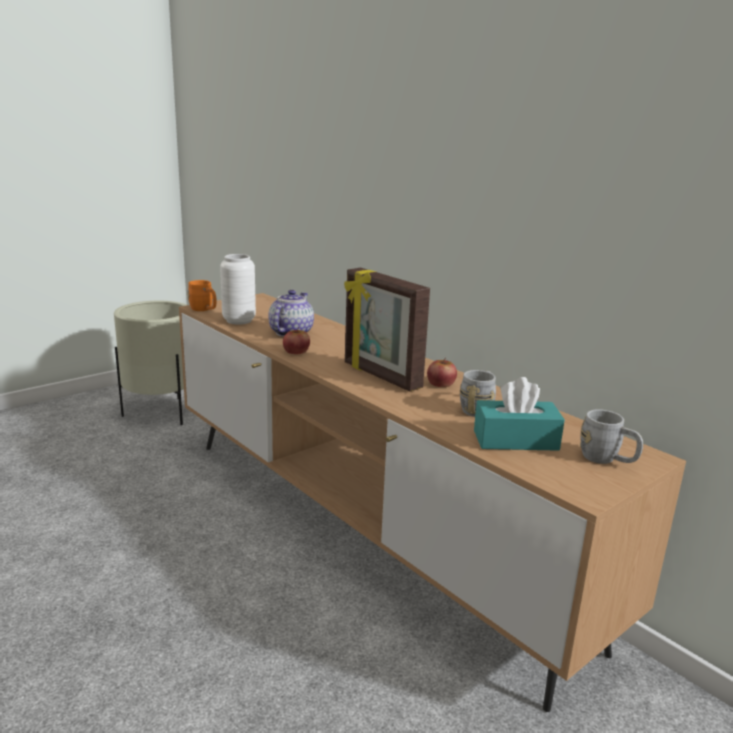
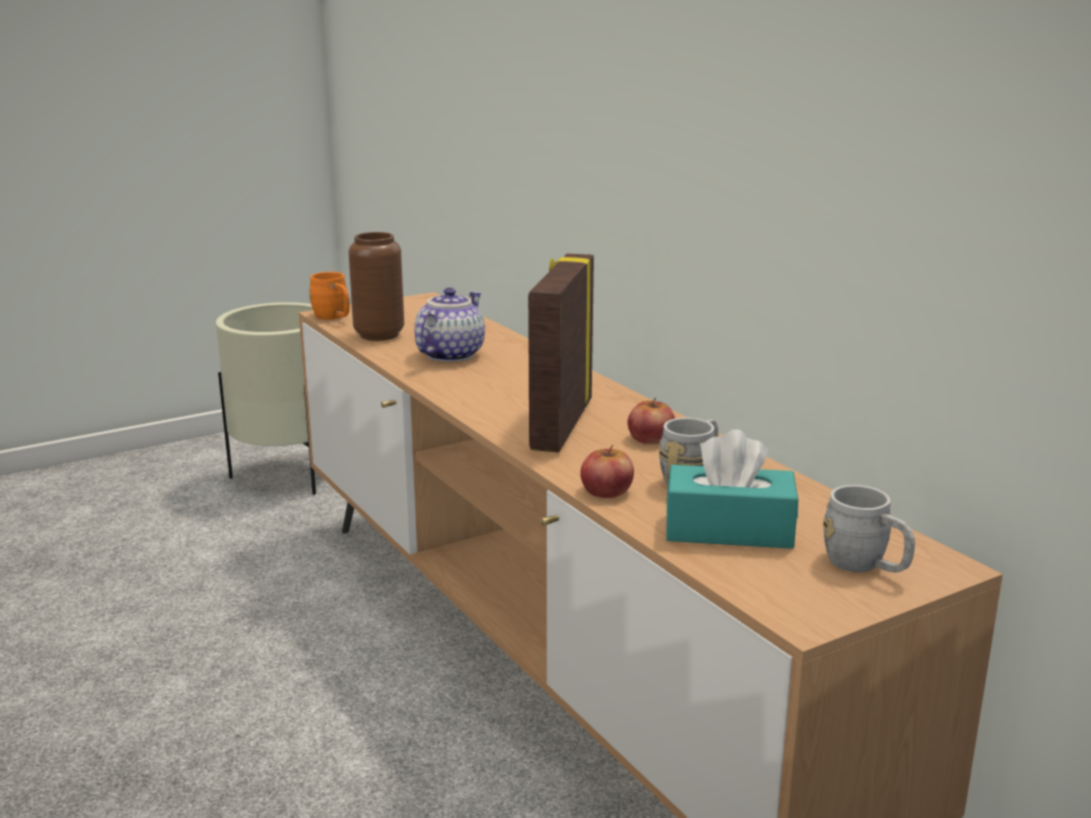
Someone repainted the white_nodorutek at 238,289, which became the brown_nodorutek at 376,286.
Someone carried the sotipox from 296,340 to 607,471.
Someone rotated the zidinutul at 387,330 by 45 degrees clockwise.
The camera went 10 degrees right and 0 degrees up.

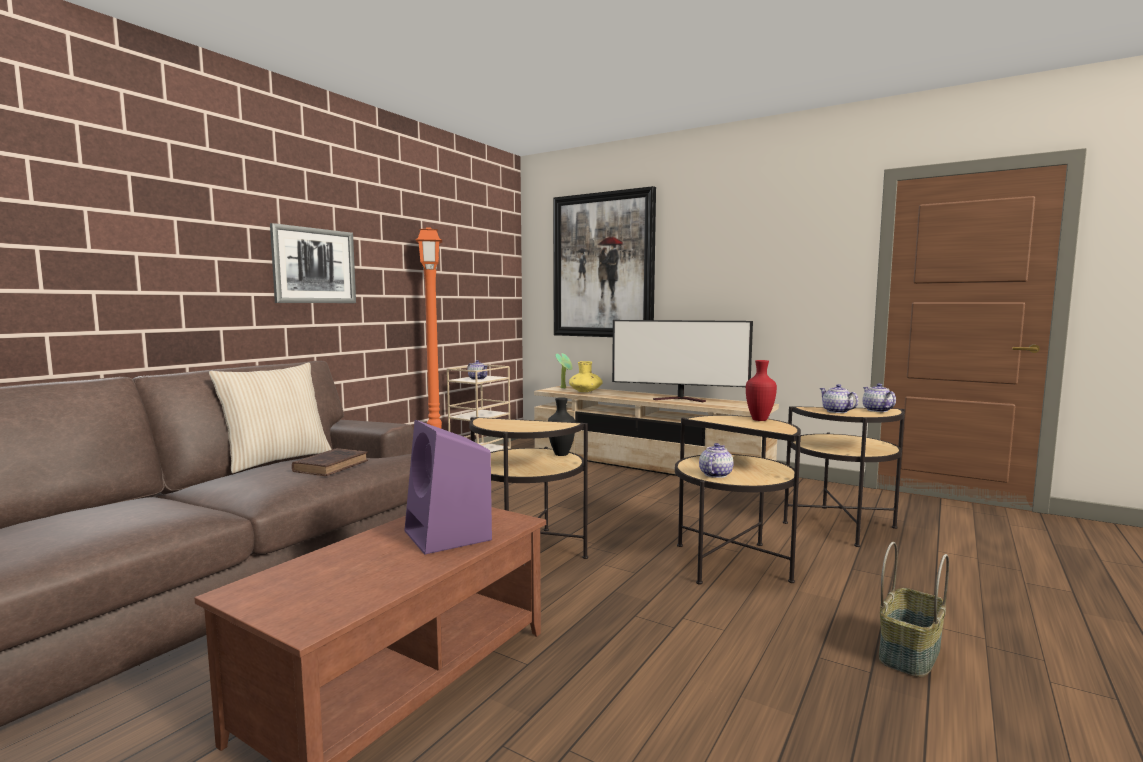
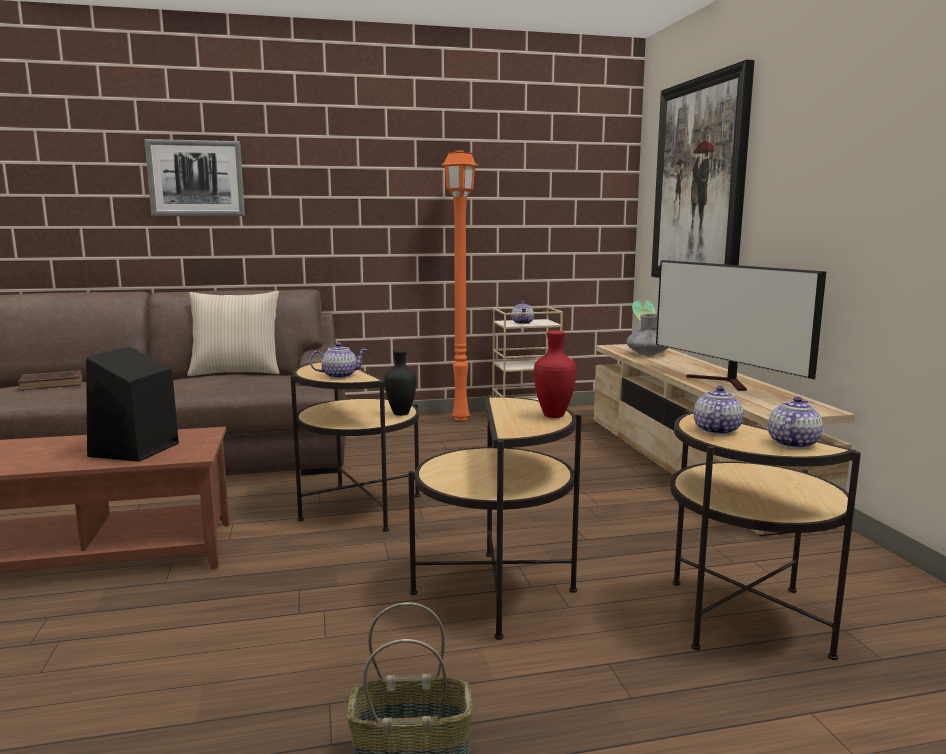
Someone carried the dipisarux from 313,263 to 194,177.
Someone carried the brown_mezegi from 330,462 to 50,380.
Someone repainted the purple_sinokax at 448,487, which became the black_sinokax at 132,404.
Someone repainted the yellow_nodorutek at 586,376, which became the grey_nodorutek at 647,334.
Someone carried the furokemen from 716,460 to 338,360.
The camera went 45 degrees right and 5 degrees up.

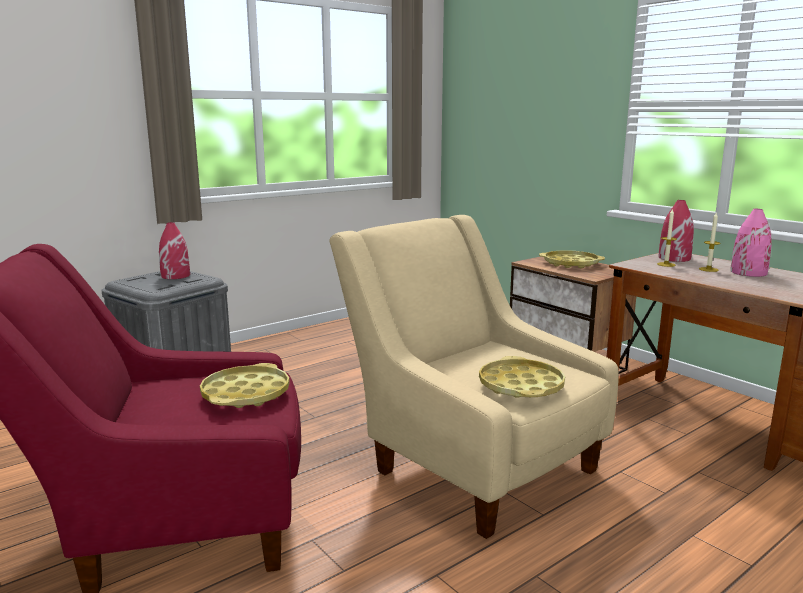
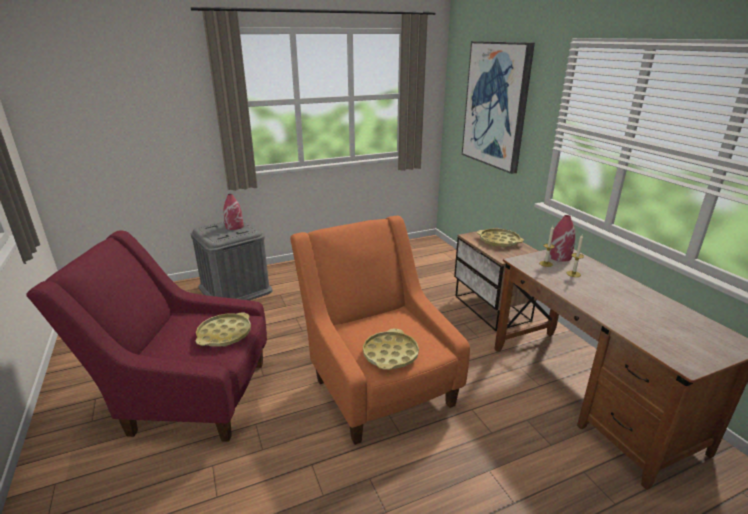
Someone repainted the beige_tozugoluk at 474,377, which became the orange_tozugoluk at 380,330.
Someone took away the pink_nodorutek at 751,243.
Someone put up the dipisarux at 498,107.
The camera went 15 degrees right and 10 degrees up.

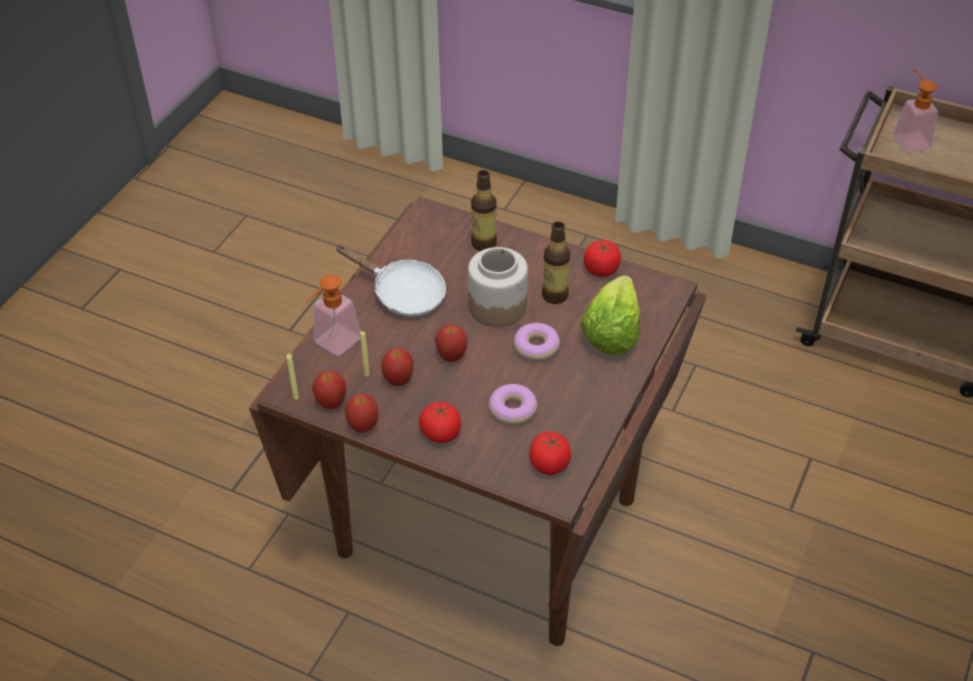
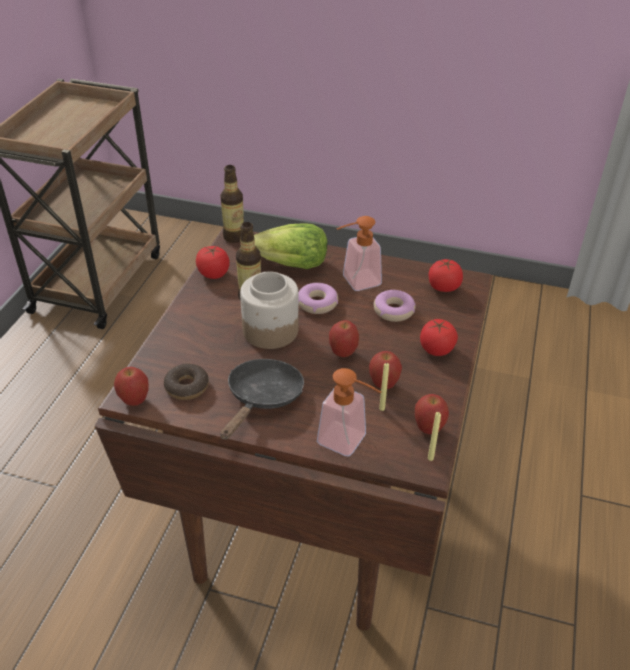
Someone repainted the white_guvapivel at 390,280, which became the black_guvapivel at 262,399.
Someone carried the sotipox from 361,413 to 131,386.
Someone carried the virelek from 484,210 to 232,204.
Someone carried the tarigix from 915,110 to 359,253.
Someone put down the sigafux at 186,382.
The camera went 100 degrees left and 5 degrees down.

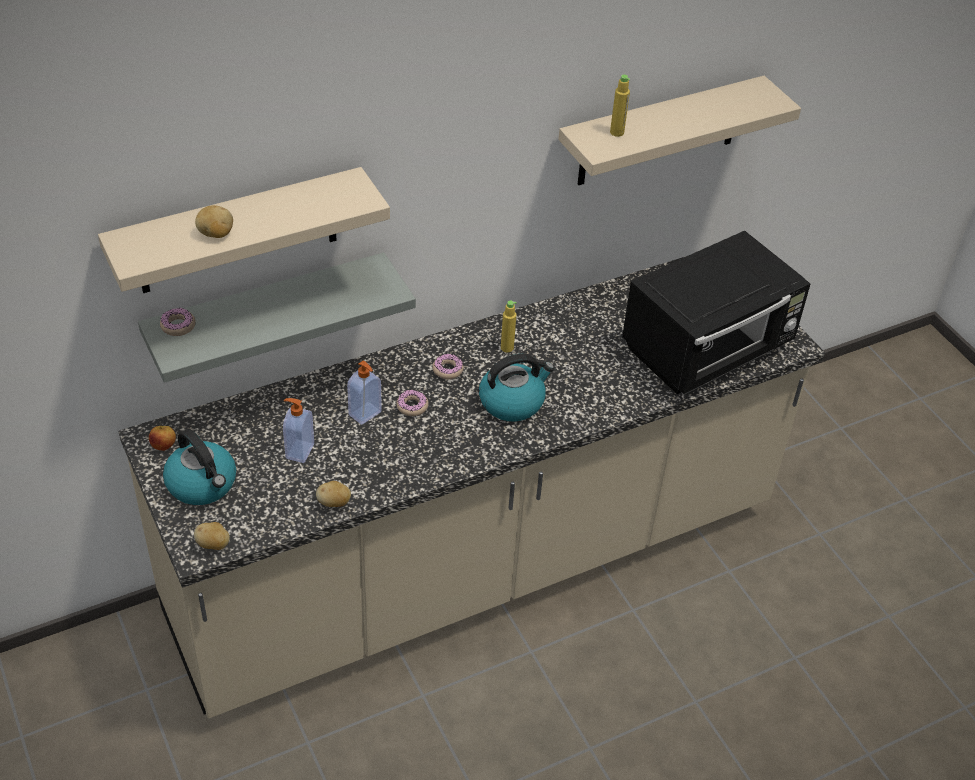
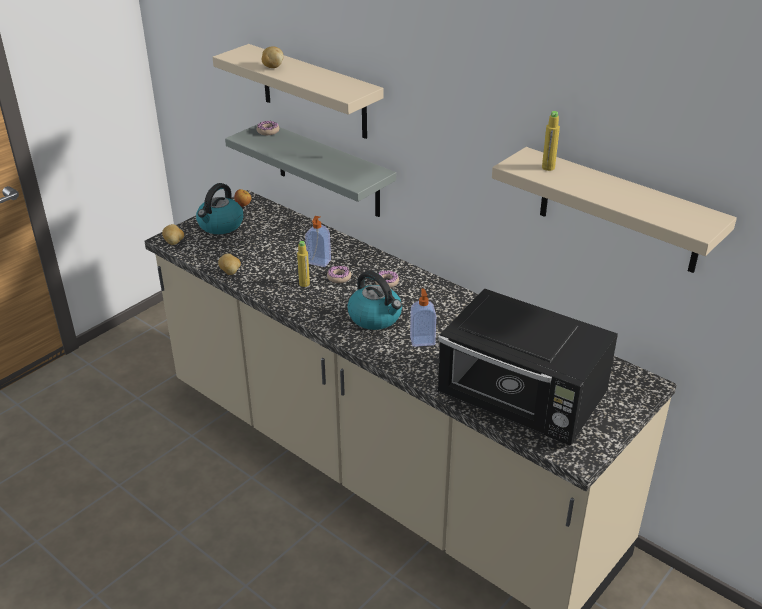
Someone carried the tarigix from 298,430 to 423,317.
Someone carried the yellow_virelek from 509,326 to 303,264.
The camera went 70 degrees right and 10 degrees down.

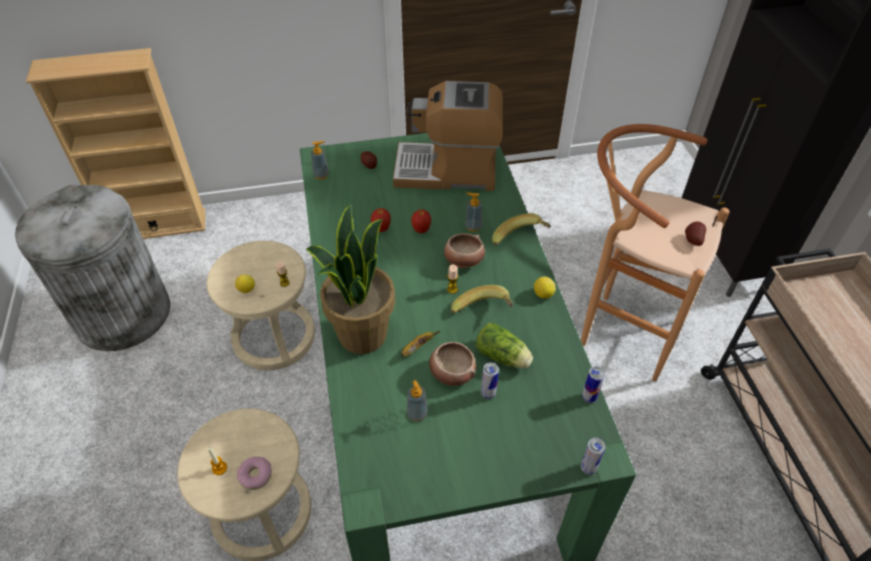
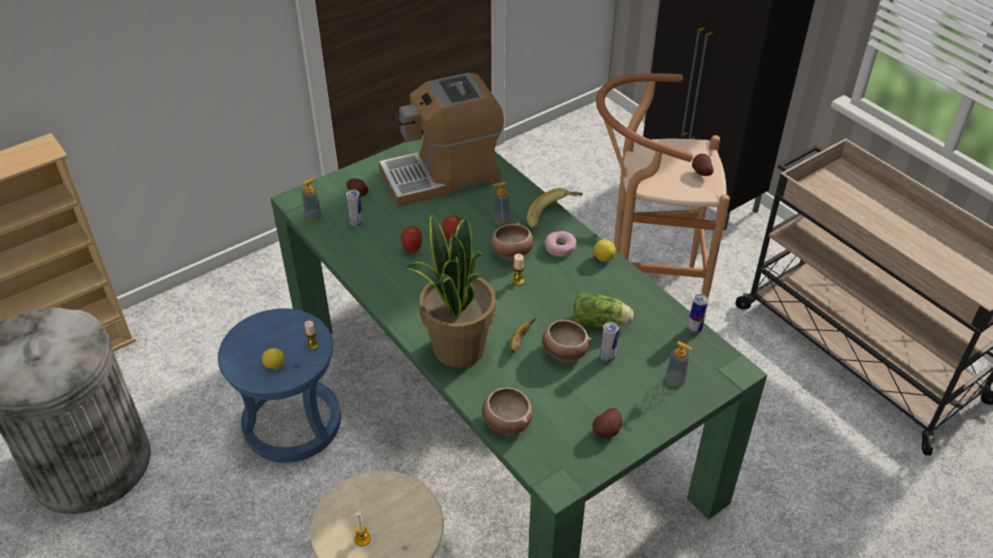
Someone repainted the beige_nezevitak at 261,305, which became the blue_nezevitak at 279,385.
Someone carried the sigafux from 254,473 to 561,244.
Someone carried the tarigix from 417,401 to 678,364.
Someone took away the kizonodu at 482,299.
Someone carried the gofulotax from 593,456 to 354,208.
Someone put down the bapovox at 507,411.
Someone put down the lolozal at 607,423.
The camera went 25 degrees left and 5 degrees down.

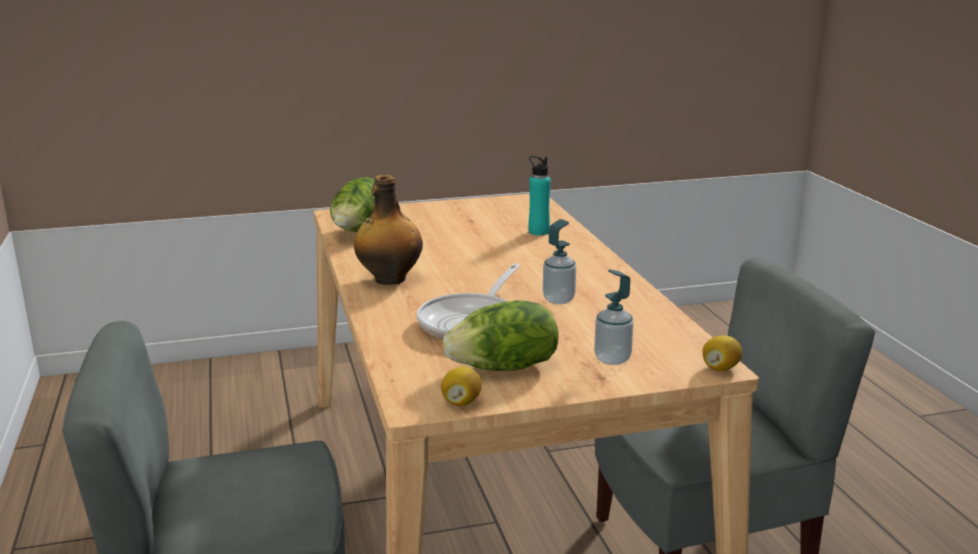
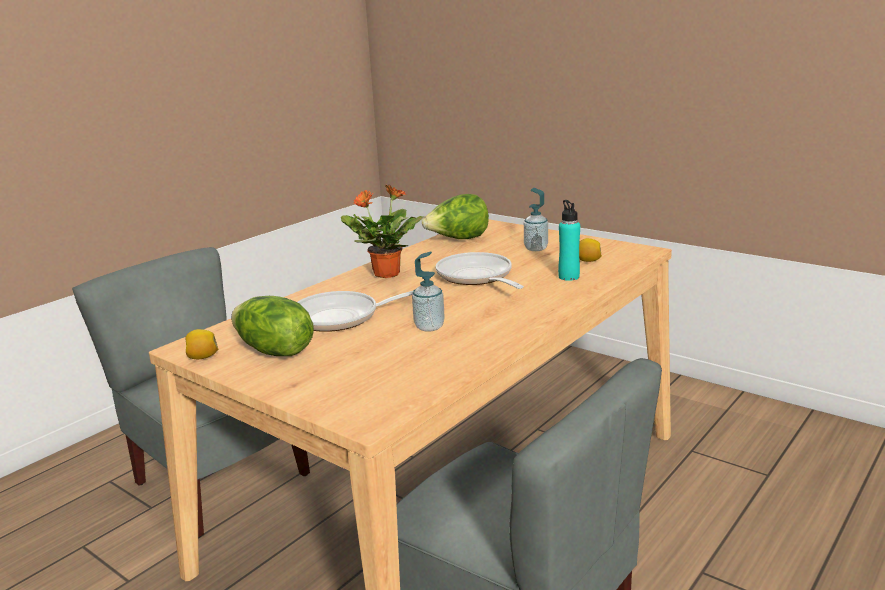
Someone swapped the virelek at 388,230 for the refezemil at 382,231.
Someone carried the tarigix from 613,317 to 536,219.
Someone carried the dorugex from 722,353 to 590,250.
Someone put down the guvapivel at 480,270.
The camera went 55 degrees right and 0 degrees up.

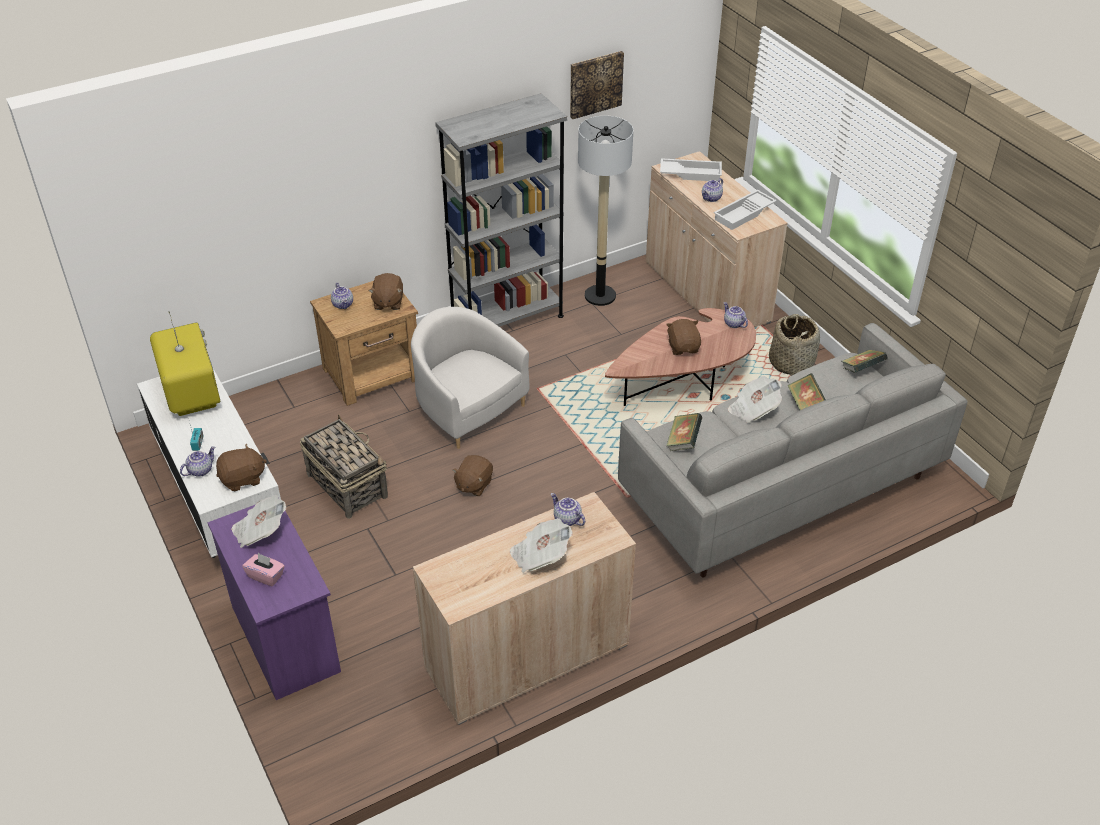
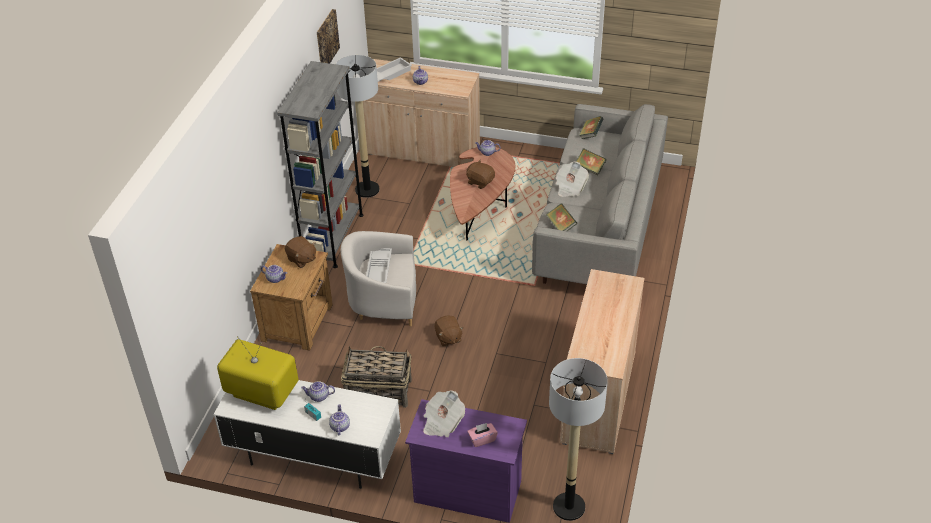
Someone took away the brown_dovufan at 241,467.
Someone took away the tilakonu at 541,545.
Someone carried the furokemen from 568,509 to 318,391.
Someone carried the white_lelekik from 745,210 to 379,265.
Someone took away the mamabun at 794,345.
Someone put down the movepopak at 578,439.
The camera went 45 degrees left and 0 degrees up.

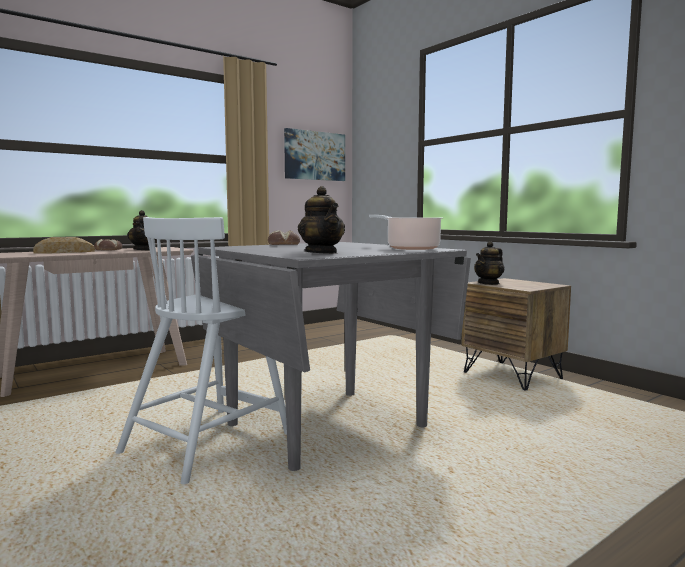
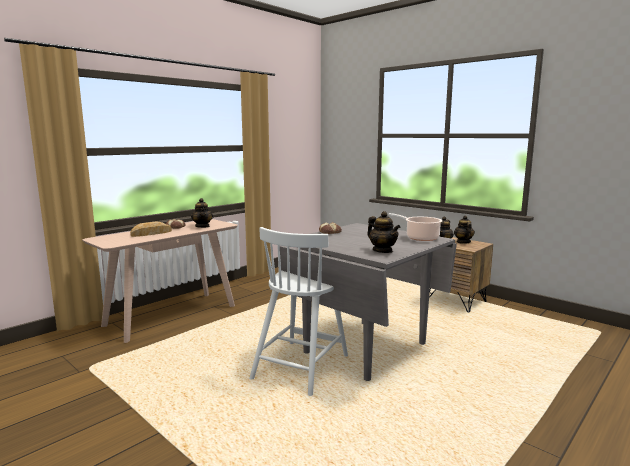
Someone took away the dipisarux at 314,154.
Someone put down the furokemen at 464,229.
The camera went 10 degrees left and 5 degrees up.

